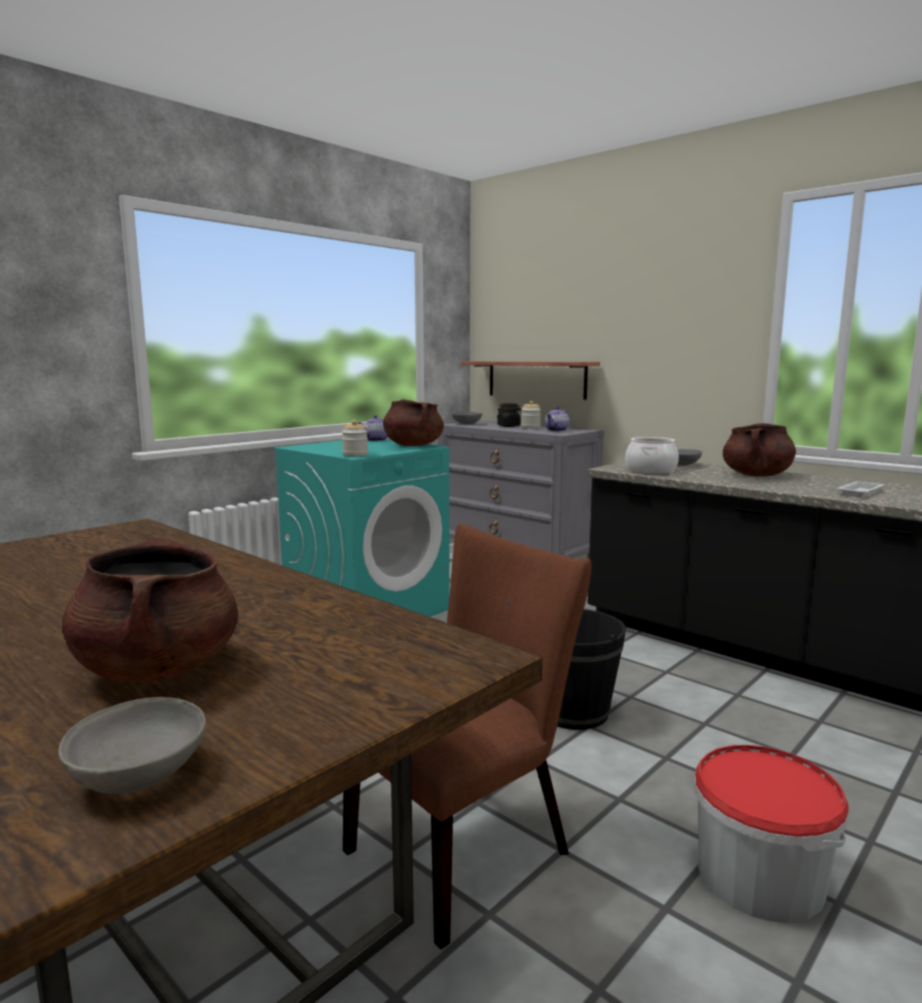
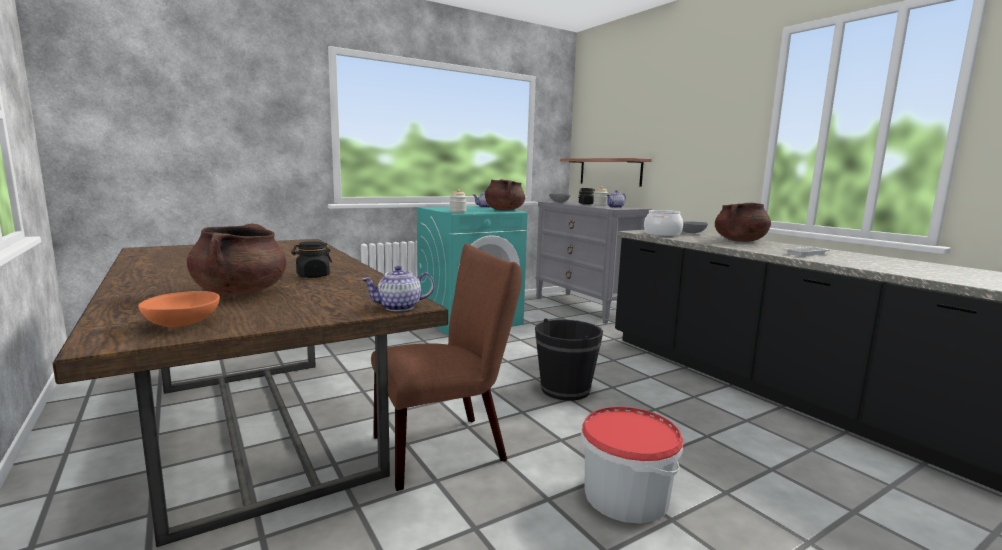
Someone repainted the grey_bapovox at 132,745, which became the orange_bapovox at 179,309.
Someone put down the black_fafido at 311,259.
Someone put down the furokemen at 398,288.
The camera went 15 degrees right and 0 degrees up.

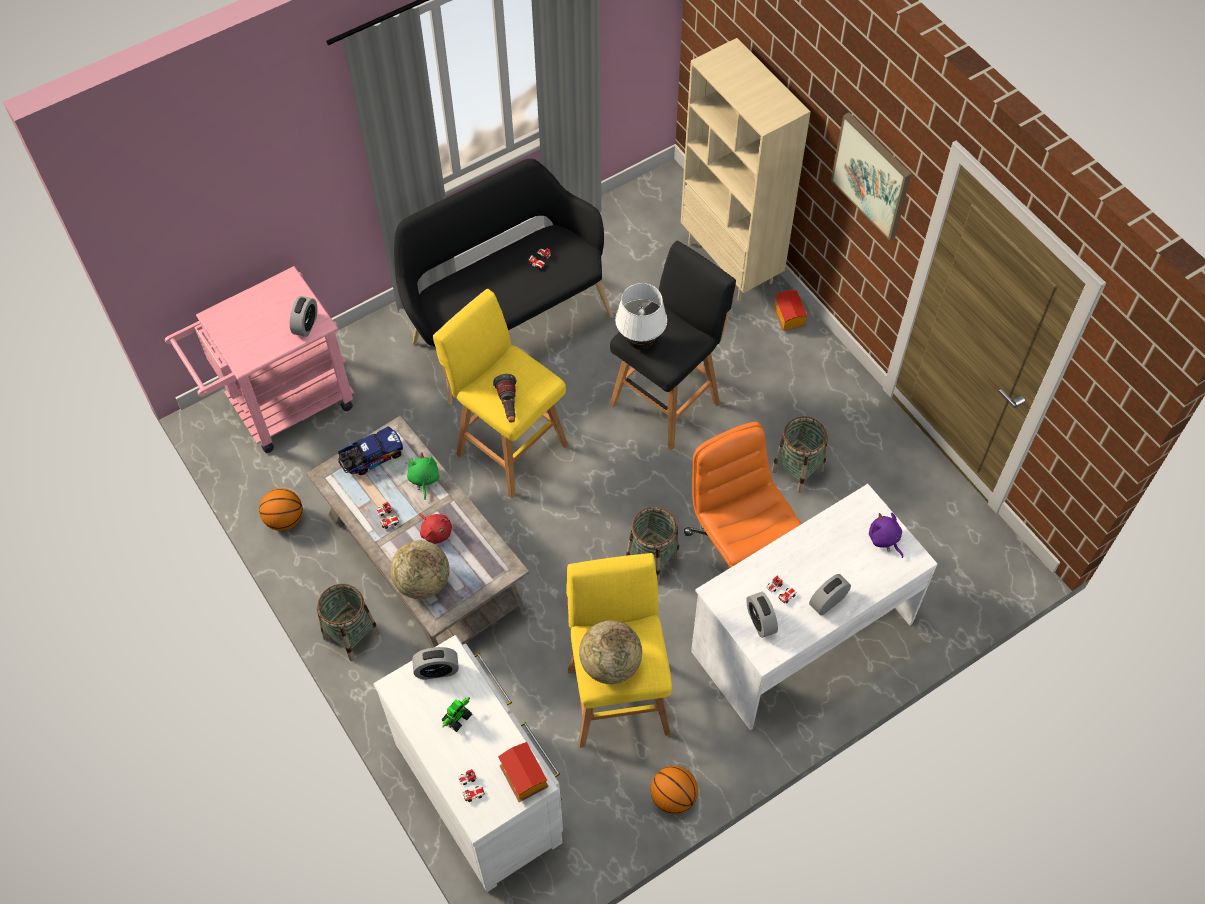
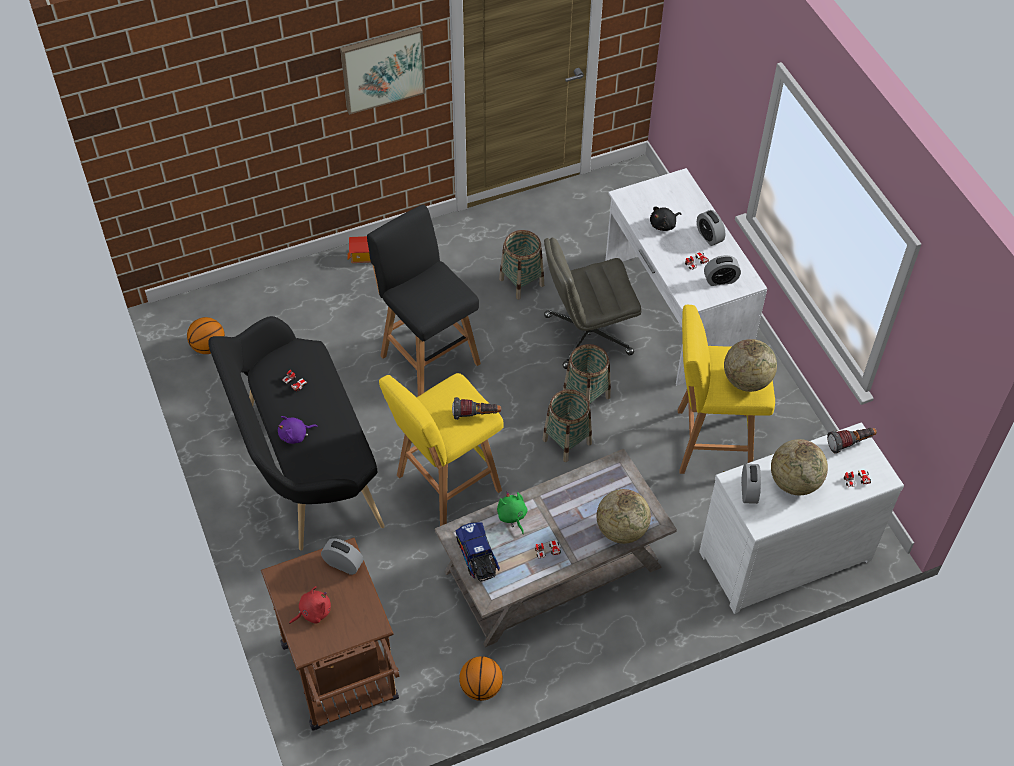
Someone repainted the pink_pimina at 259,359, which became the brown_pimina at 330,634.
Someone carried the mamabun from 348,622 to 567,425.
Someone rotated the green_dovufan at 423,476 by 60 degrees clockwise.
Someone carried the red_dovufan from 435,528 to 310,605.
Someone swapped the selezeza at 456,714 for the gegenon at 799,467.
Someone swapped the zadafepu at 523,772 for the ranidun at 852,441.
Someone took away the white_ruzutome at 641,316.
Someone carried the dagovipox from 674,790 to 206,335.
Someone took away the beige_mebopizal at 746,169.
Someone repainted the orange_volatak at 743,495, which became the grey_volatak at 592,303.
Someone carried the purple_dovufan from 886,535 to 298,430.
Someone put down the black_dovufan at 665,219.
The camera went 80 degrees left and 5 degrees down.

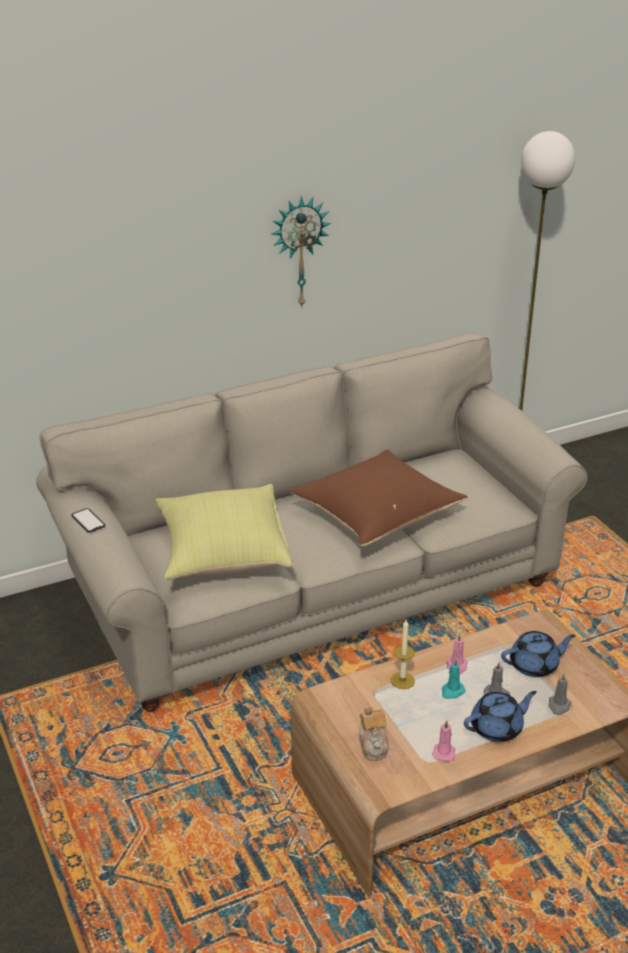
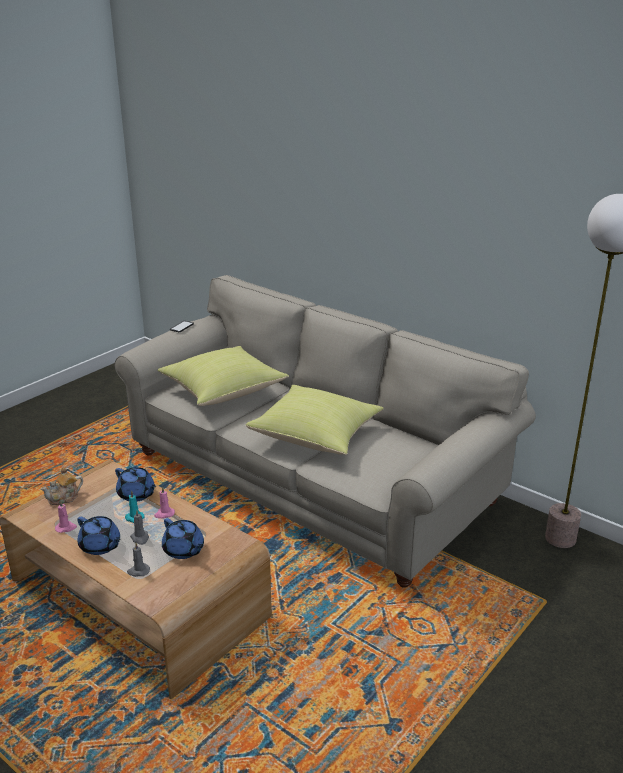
Someone took away the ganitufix at 301,252.
Someone repainted the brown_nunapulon at 378,498, which became the yellow_nunapulon at 315,420.
Someone swapped the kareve at 403,654 for the blue_furokemen at 135,484.
The camera went 65 degrees right and 5 degrees down.

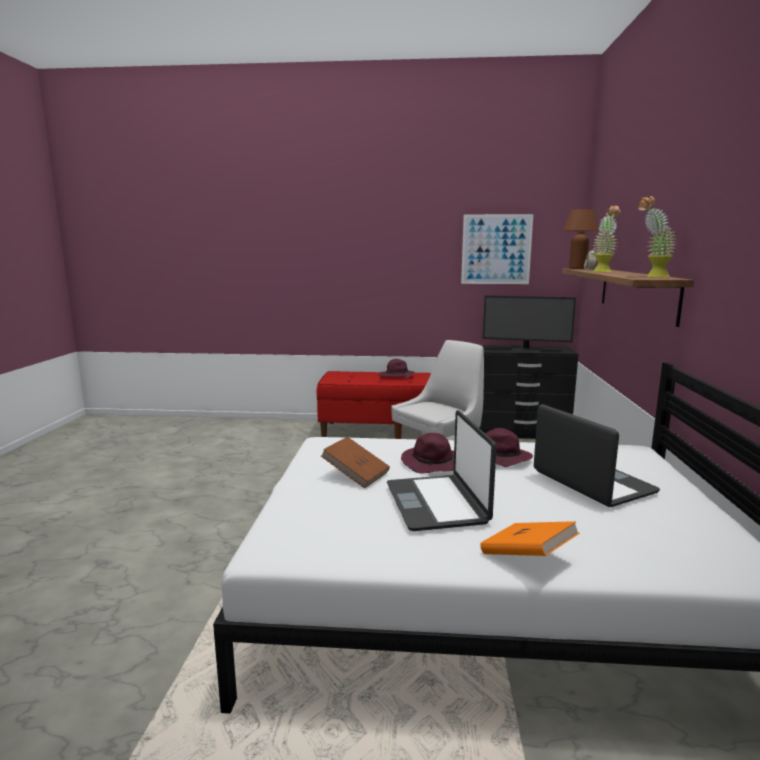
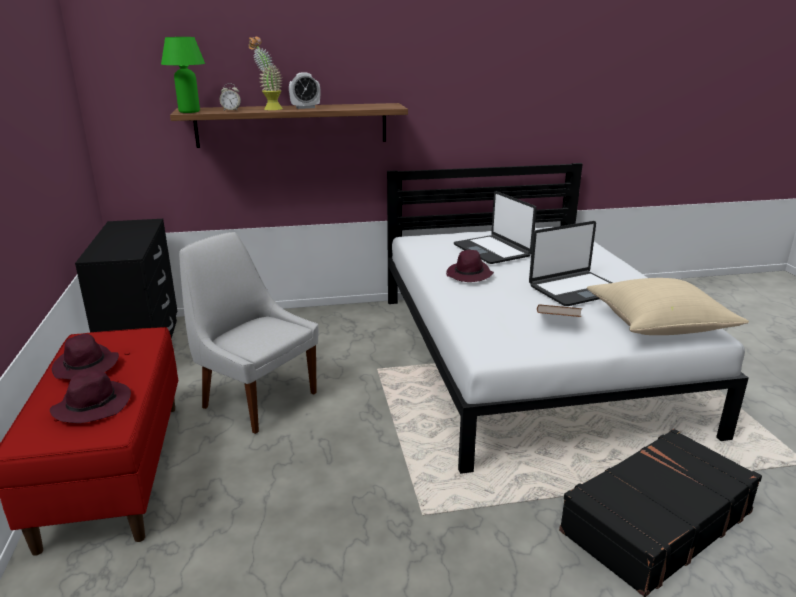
Someone carried the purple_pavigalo from 427,453 to 90,396.
Someone took away the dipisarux at 497,249.
Someone took away the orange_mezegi at 530,538.
Someone took away the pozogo at 529,324.
Someone rotated the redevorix at 597,455 by 75 degrees counterclockwise.
Someone repainted the brown_ruzutome at 581,239, which became the green_ruzutome at 183,75.
Someone took away the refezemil at 657,236.
Someone put down the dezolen at 304,90.
Someone put down the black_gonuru at 660,513.
Someone put down the beige_nunapulon at 668,306.
The camera went 105 degrees left and 10 degrees up.

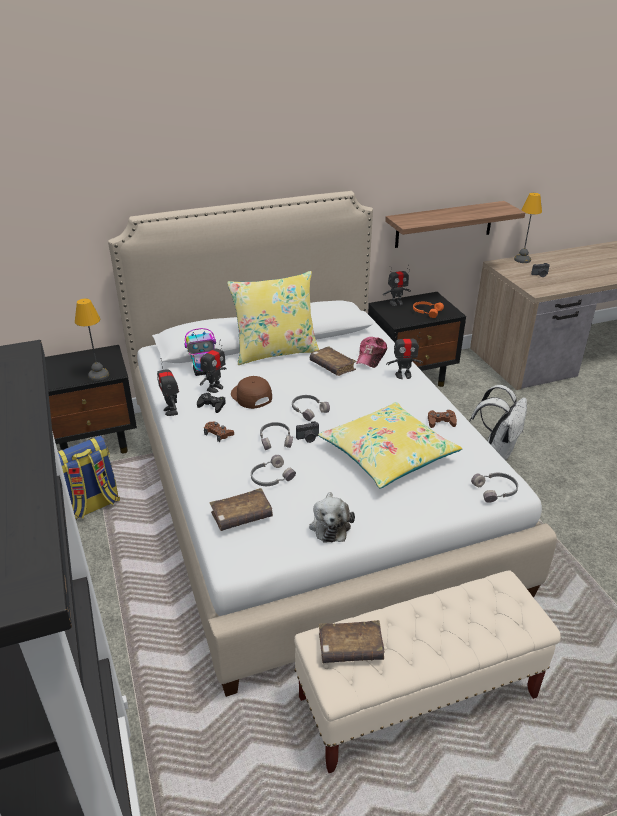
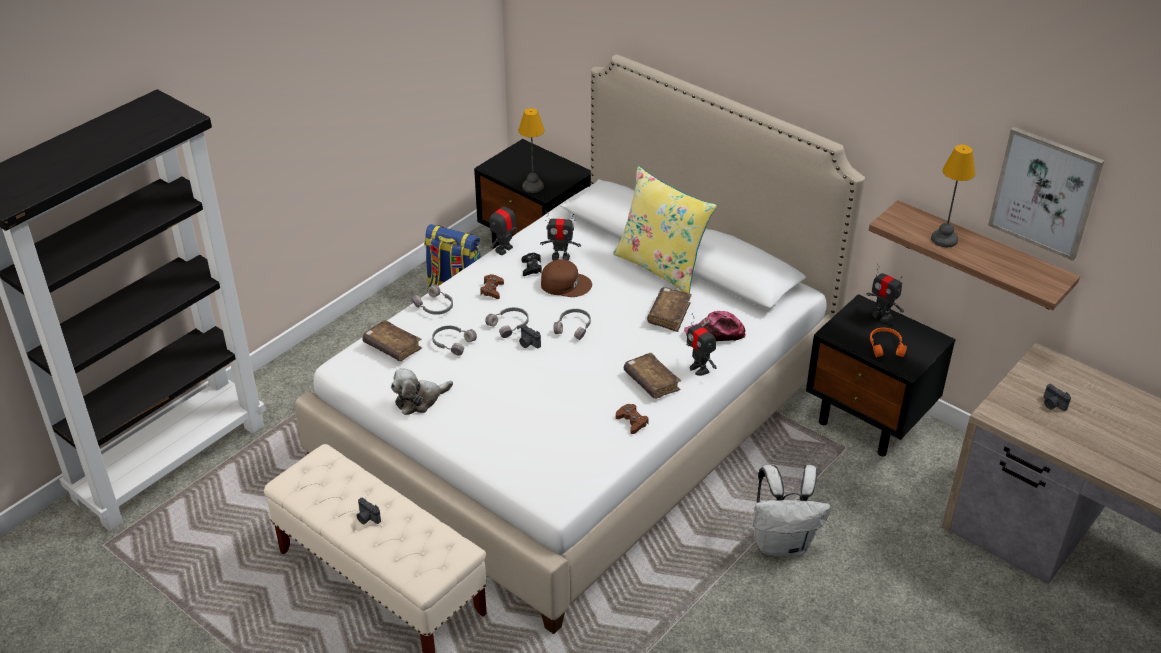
Someone took away the selezeza at 200,352.
Someone rotated the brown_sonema at 251,392 by 75 degrees clockwise.
Someone took away the yellow_nunapulon at 390,445.
Someone carried the brown_mezegi from 351,641 to 652,376.
Someone carried the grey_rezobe from 494,488 to 432,299.
Someone carried the ruzutome from 528,228 to 953,196.
Someone put down the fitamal at 368,511.
Someone put up the dipisarux at 1046,194.
The camera went 60 degrees right and 5 degrees up.

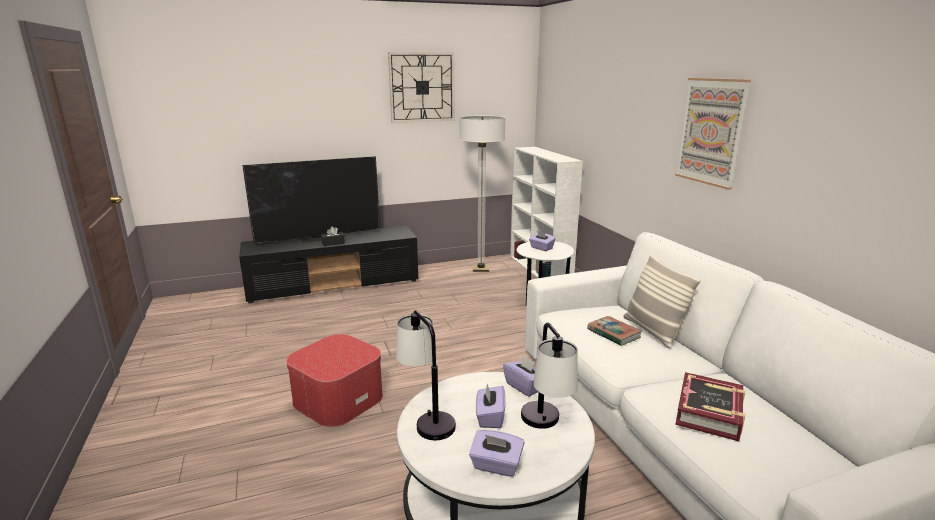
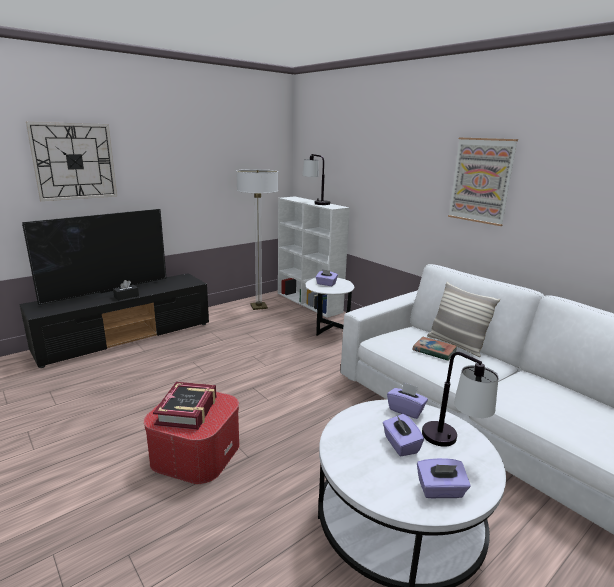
Someone carried the ganitufix from 421,87 to 71,161.
Someone carried the ruzutome from 426,375 to 316,179.
Someone carried the mezegi from 710,406 to 184,406.
The camera went 20 degrees left and 0 degrees up.

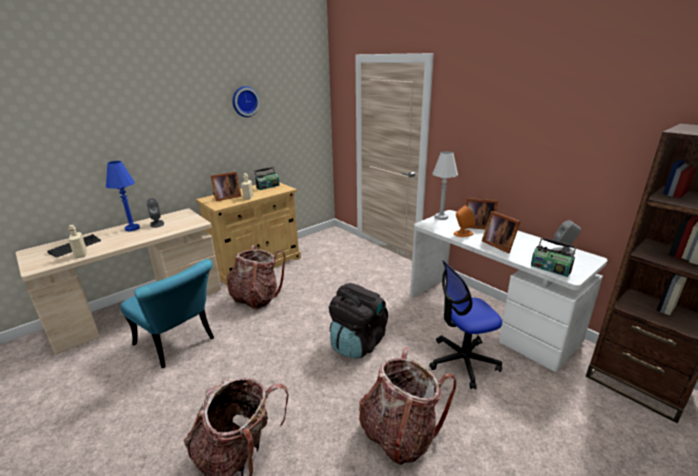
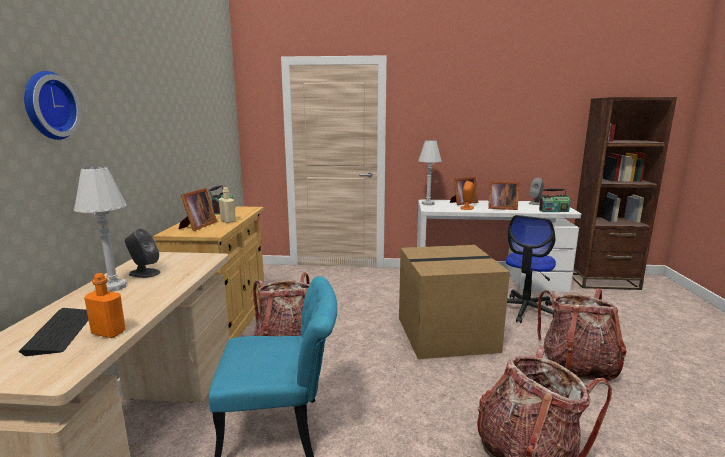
Someone repainted the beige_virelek at 77,241, which became the orange_virelek at 105,305.
Someone repainted the blue_ruzutome at 123,196, which became the white_ruzutome at 100,229.
Someone carried the ganitufix from 246,101 to 52,105.
Someone swapped the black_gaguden at 358,320 for the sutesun at 454,302.
The camera went 45 degrees left and 10 degrees down.

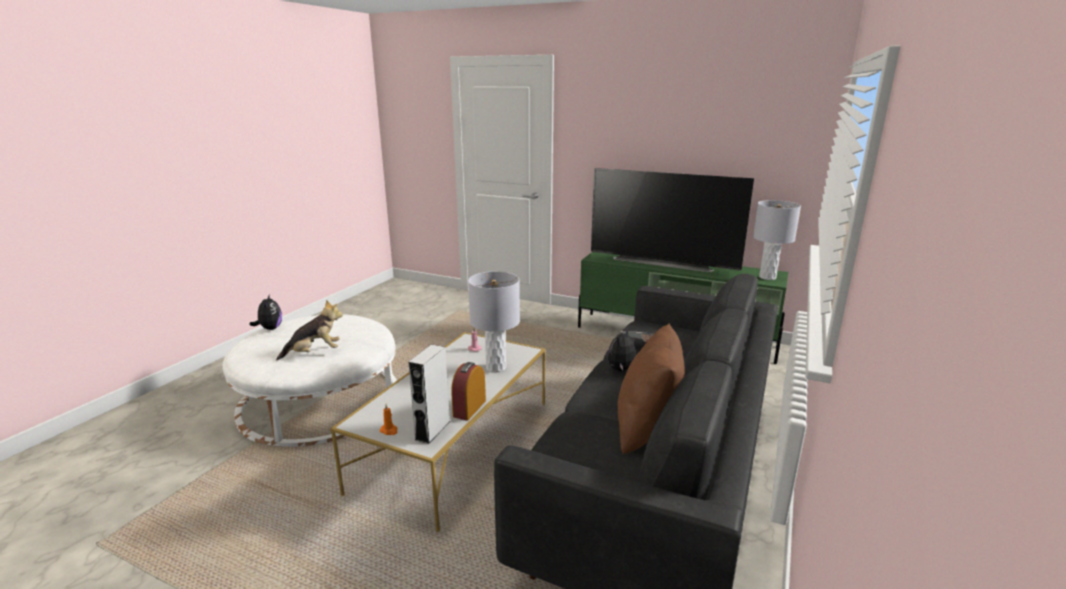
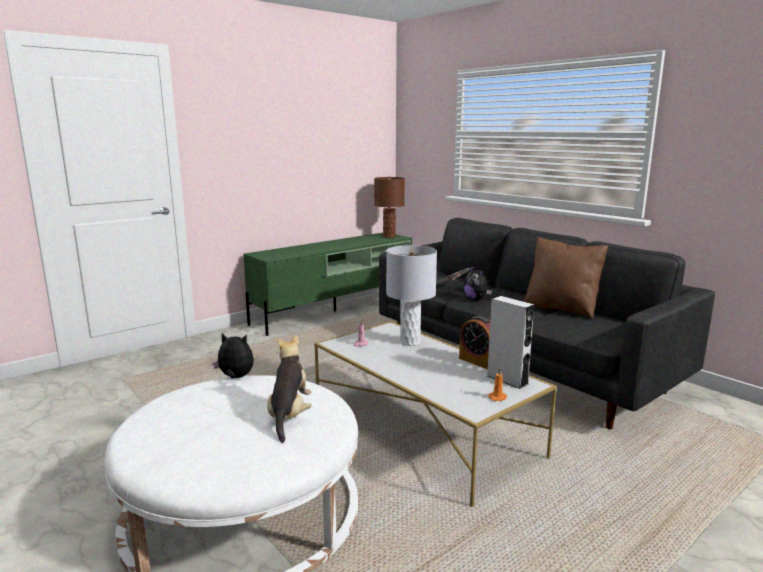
Someone carried the dovufan from 266,311 to 232,356.
Someone took away the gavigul at 672,220.
Someone repainted the grey_ruzutome at 777,240, which became the brown_ruzutome at 389,207.
The camera went 65 degrees left and 5 degrees down.

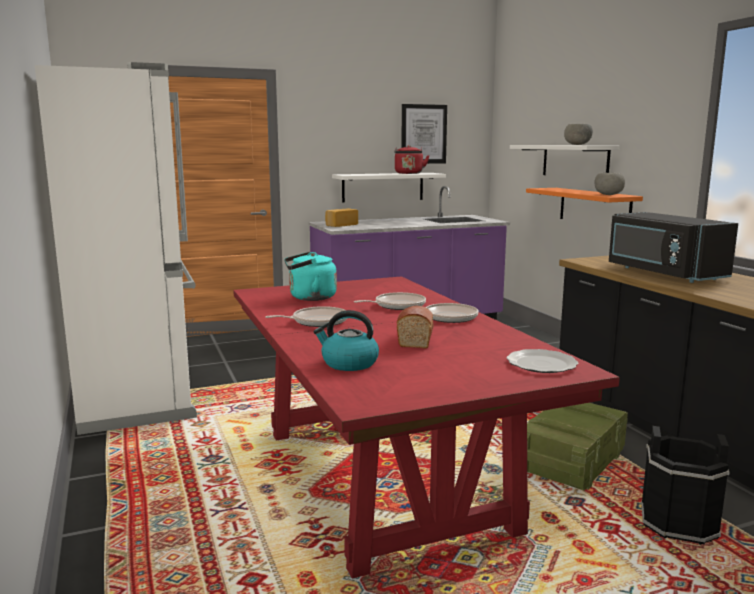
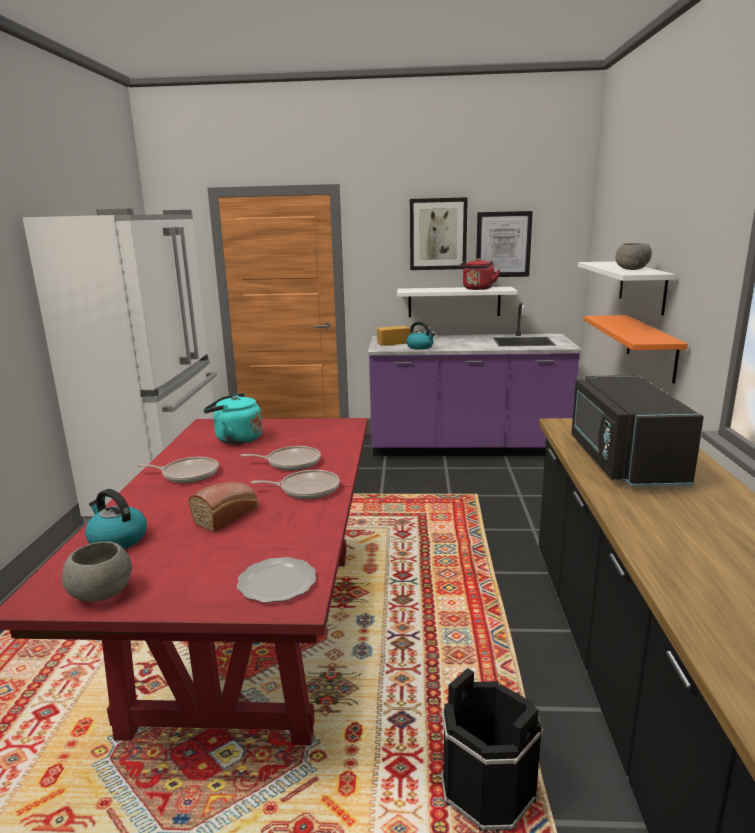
Someone took away the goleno at 577,447.
Someone carried the grey_bapovox from 609,184 to 97,571.
Someone put down the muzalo at 420,335.
Someone put up the dipisarux at 439,233.
The camera went 25 degrees right and 5 degrees up.

